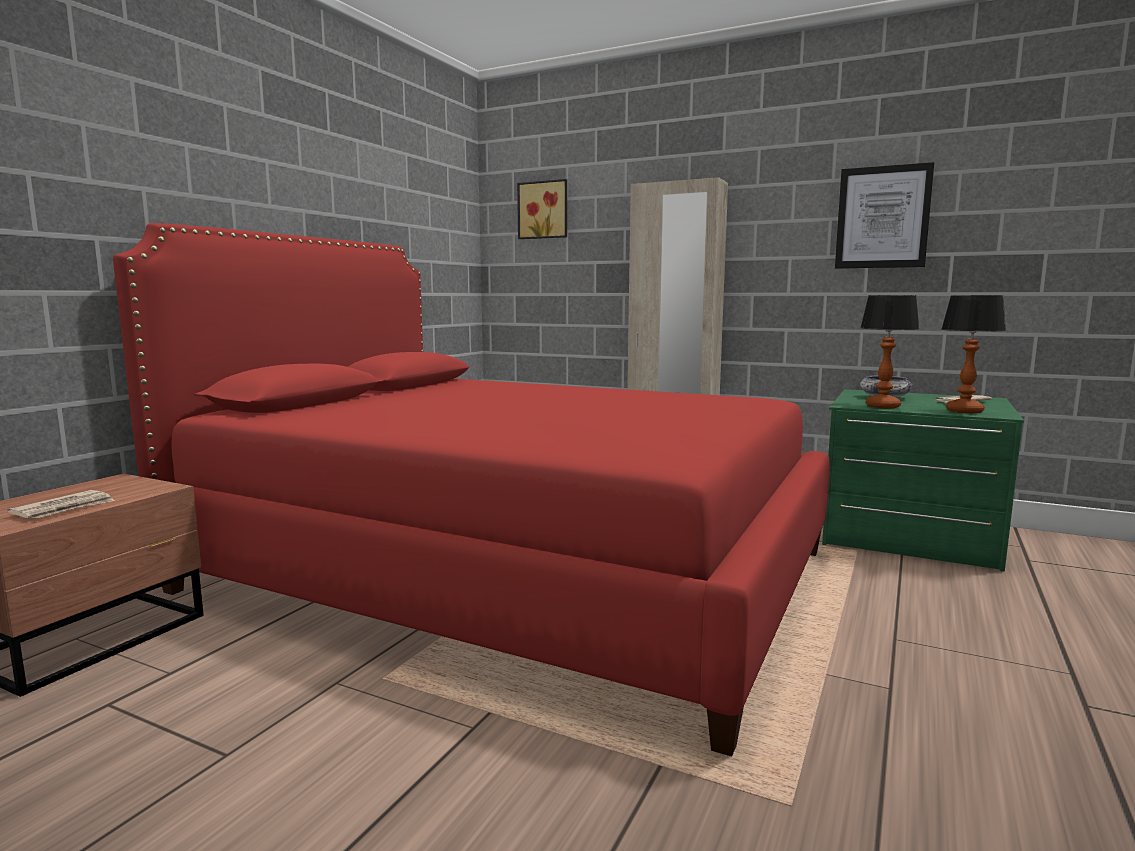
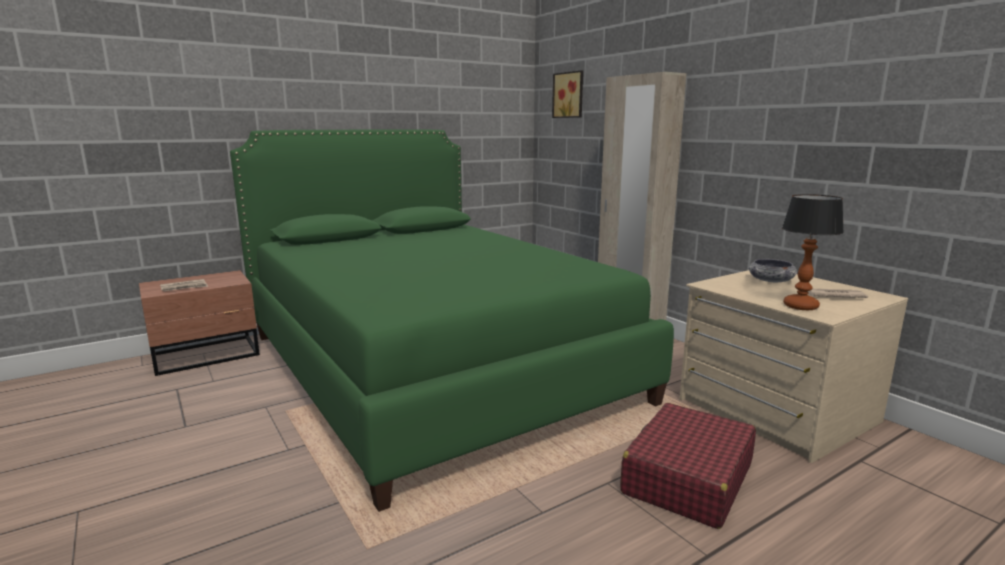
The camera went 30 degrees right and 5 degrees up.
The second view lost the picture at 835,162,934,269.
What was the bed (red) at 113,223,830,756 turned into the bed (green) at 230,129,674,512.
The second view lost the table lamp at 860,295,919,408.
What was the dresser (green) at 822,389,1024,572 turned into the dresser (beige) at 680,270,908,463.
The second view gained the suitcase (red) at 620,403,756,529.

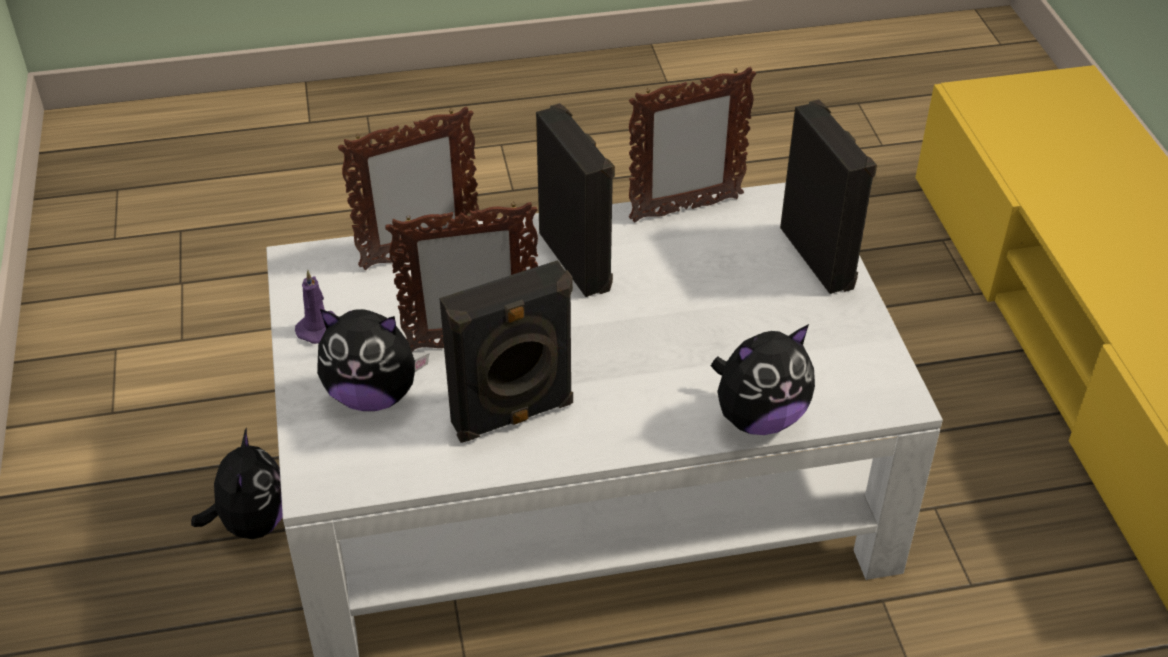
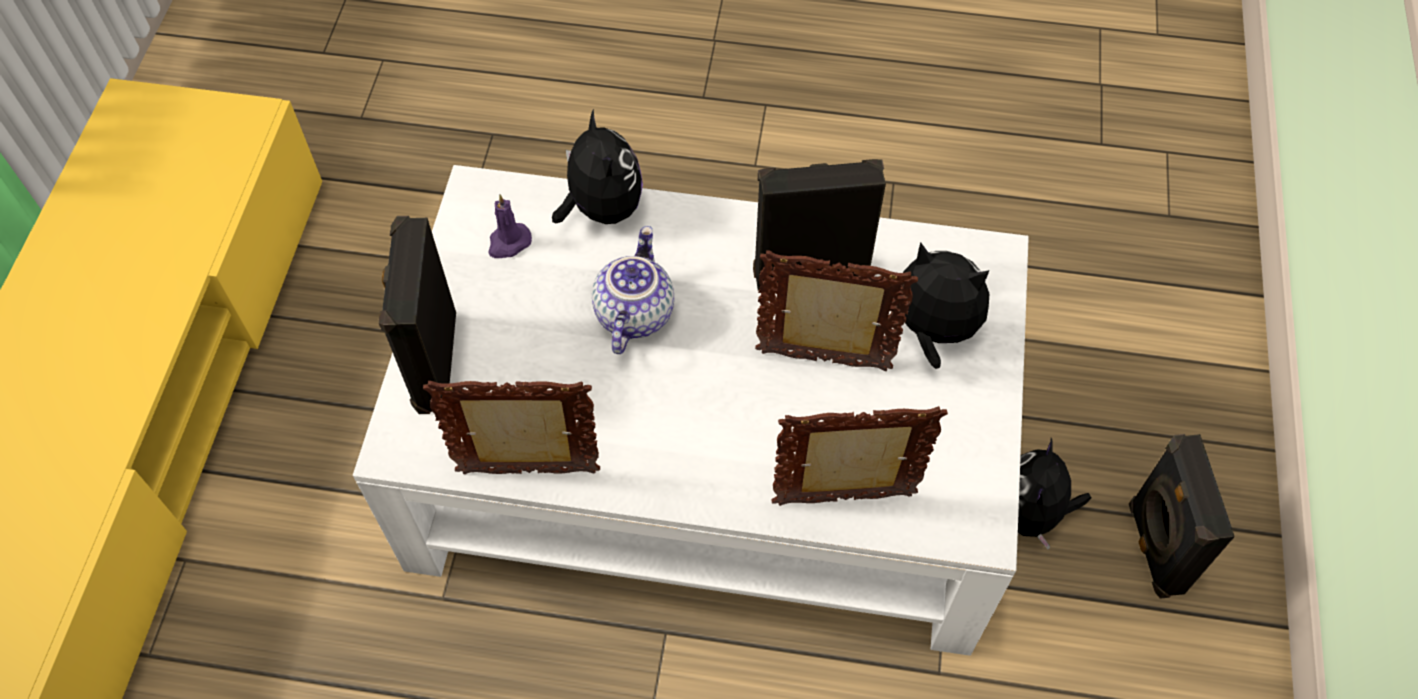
The camera went 160 degrees left and 15 degrees up.
The speaker (black) ended up elsewhere, having gone from 536,103,615,297 to 1129,434,1235,599.
The candle (purple) ended up elsewhere, having gone from 295,270,336,344 to 488,194,532,258.
The plush toy at 711,324,815,435 ended up facing another way, 75 degrees clockwise from before.
The second view gained the teapot at 592,226,674,354.

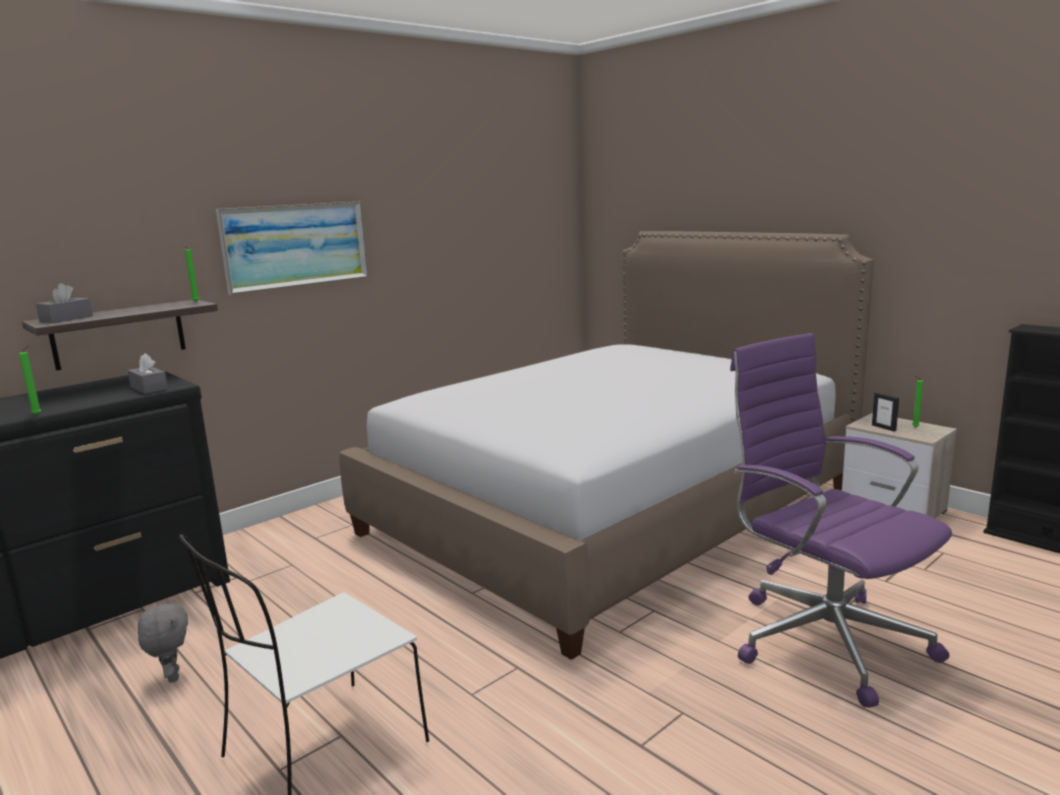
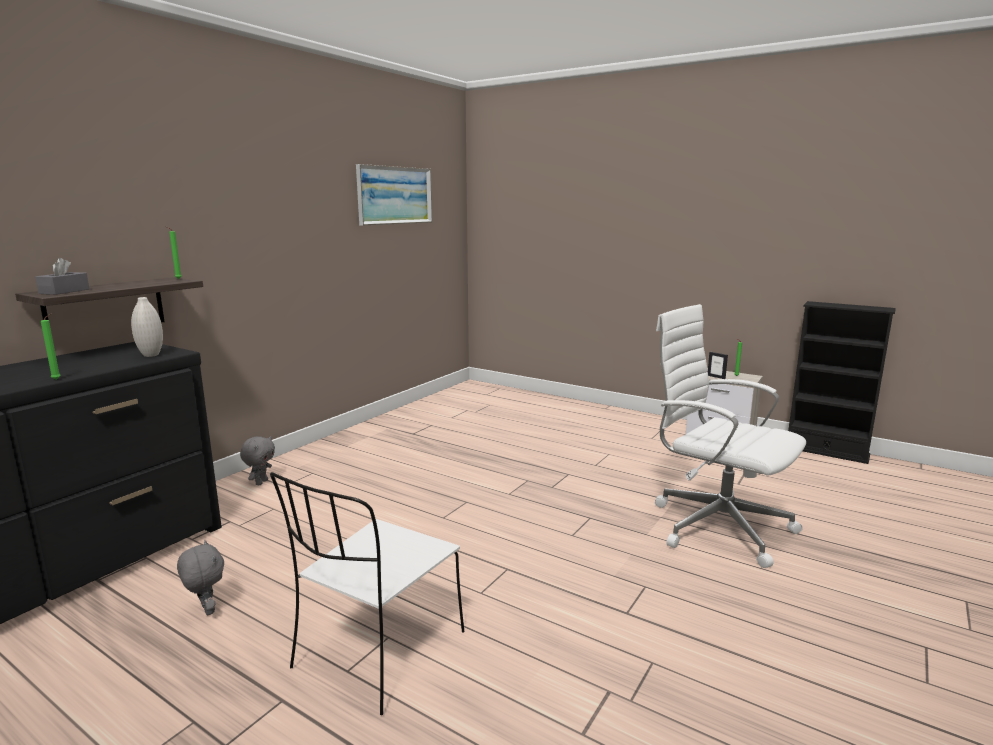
The camera went 15 degrees left and 0 degrees up.
The picture ended up elsewhere, having gone from 216,202,368,295 to 356,164,432,226.
The second view lost the bed at 339,231,874,660.
What was the office chair (purple) at 730,333,952,708 turned into the office chair (white) at 655,304,806,568.
Where the tissue box (grey) stood at 128,353,168,394, the vase (white) came to stand at 131,297,163,357.
The second view gained the plush toy (grey) at 240,436,275,485.

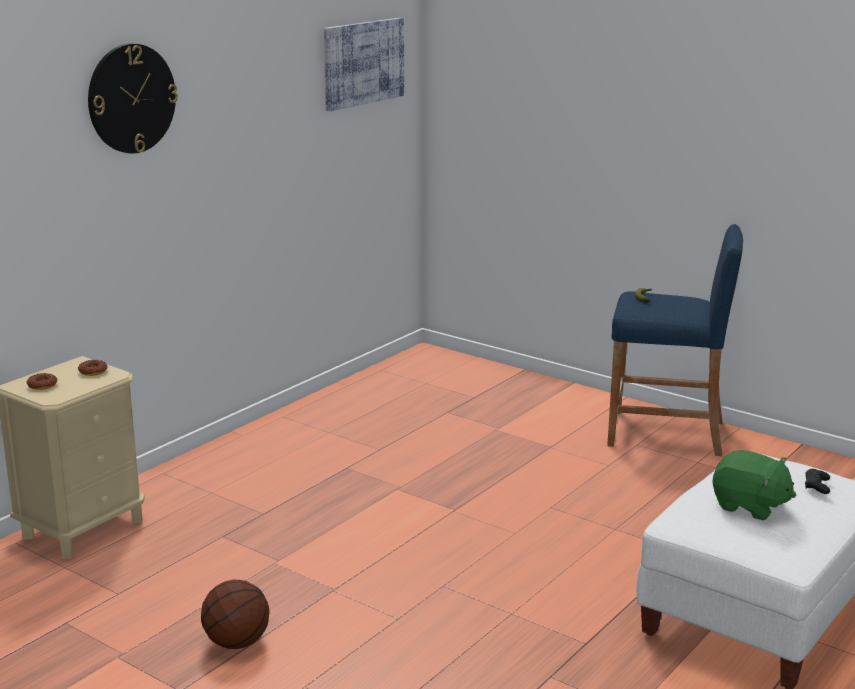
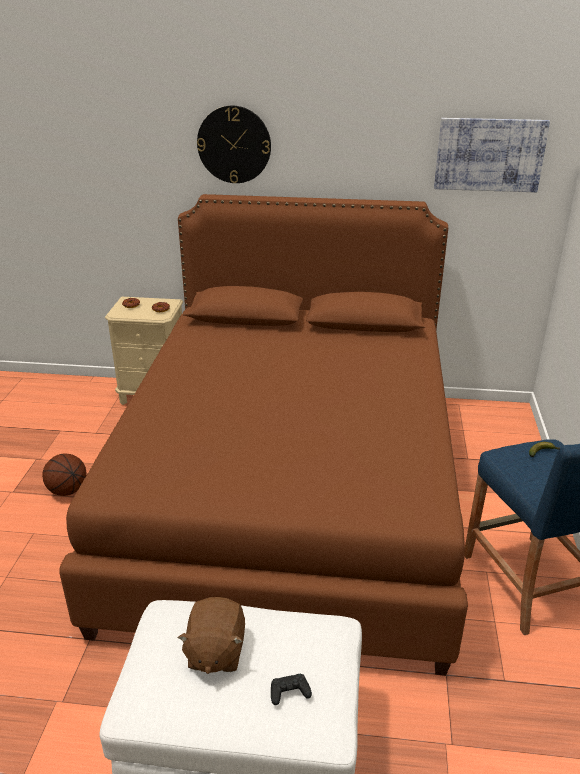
The camera went 60 degrees right and 10 degrees up.
What was the plush toy (green) at 712,450,796,520 turned into the plush toy (brown) at 178,597,245,674.
The second view gained the bed (brown) at 59,194,468,676.

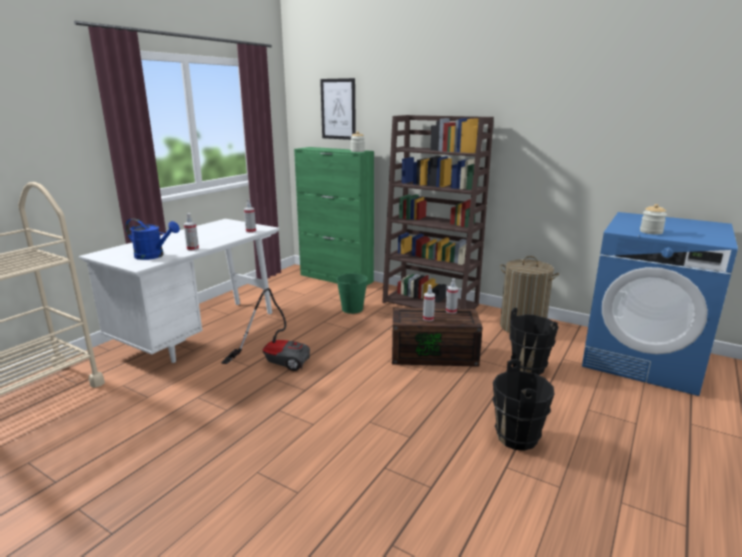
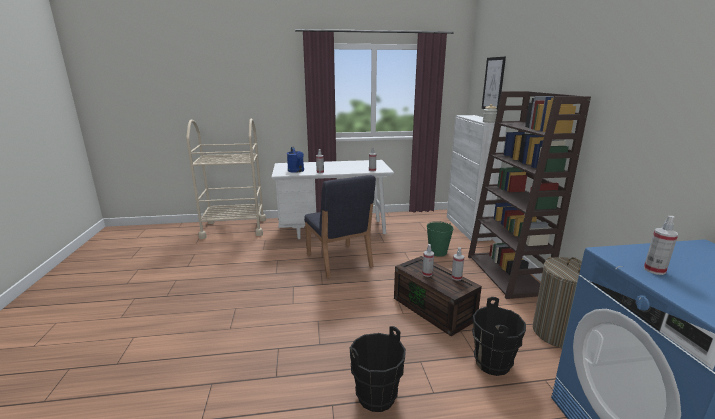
The camera went 50 degrees right and 0 degrees up.
What was the cabinet (green) at 294,147,374,285 turned into the cabinet (white) at 447,115,506,241.
Where the jar stood at 640,204,667,235, the spray bottle came to stand at 644,216,678,275.
Where the vacuum cleaner stood at 221,288,310,371, the chair (blue) came to stand at 304,175,376,278.

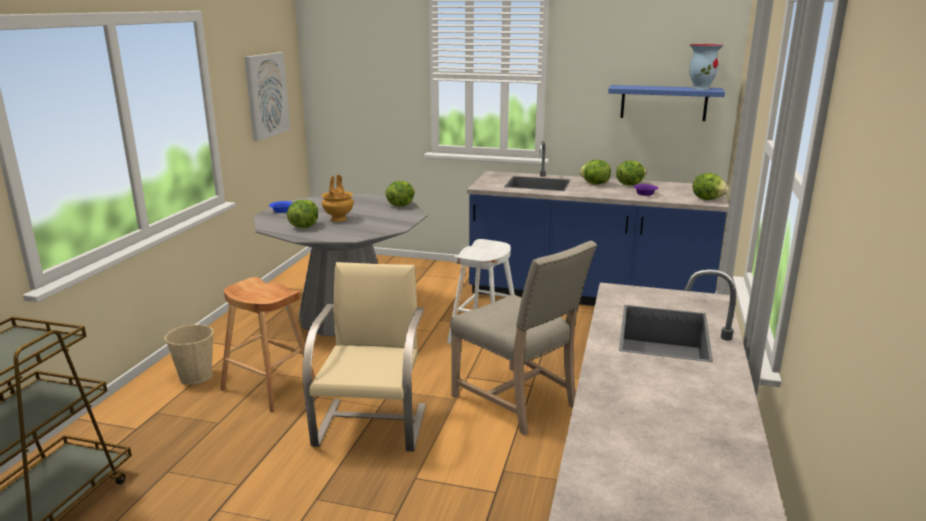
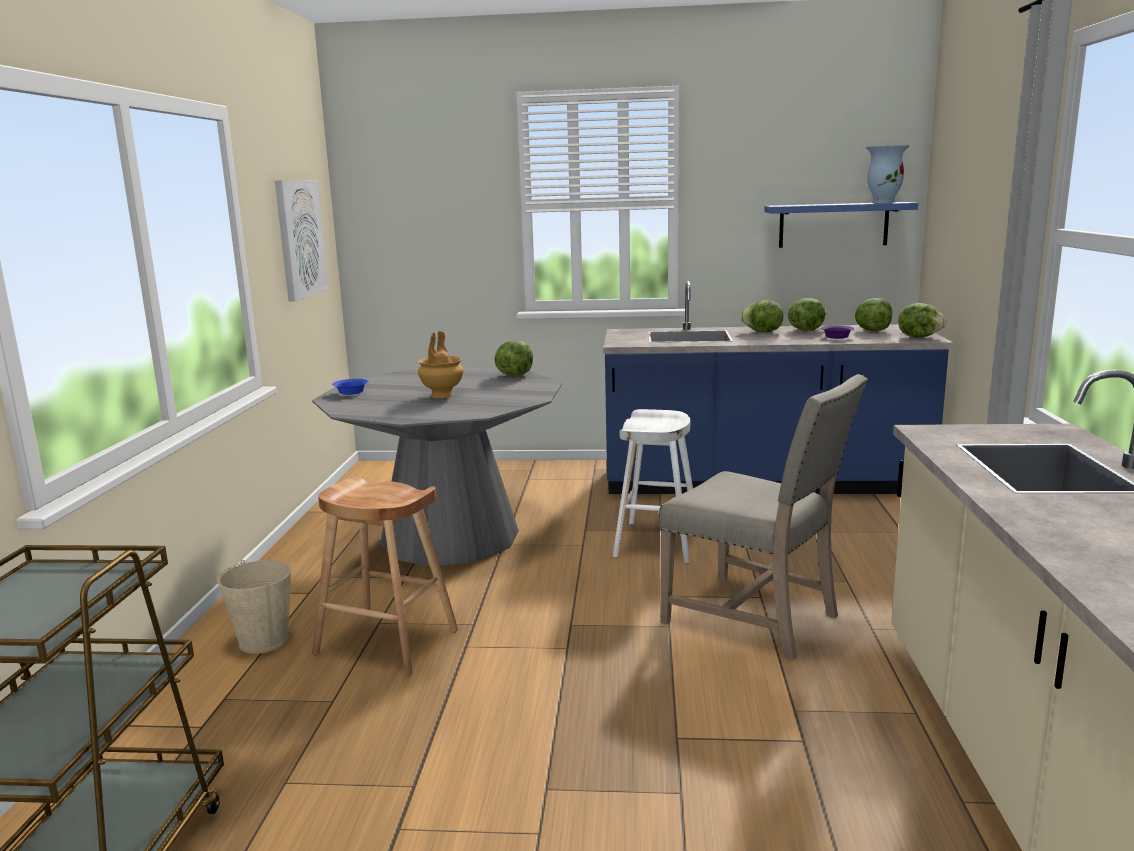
The camera went 10 degrees left and 5 degrees down.
The lettuce ended up elsewhere, having gone from 287,200,318,228 to 855,298,892,331.
The second view lost the chair (beige) at 302,262,426,452.

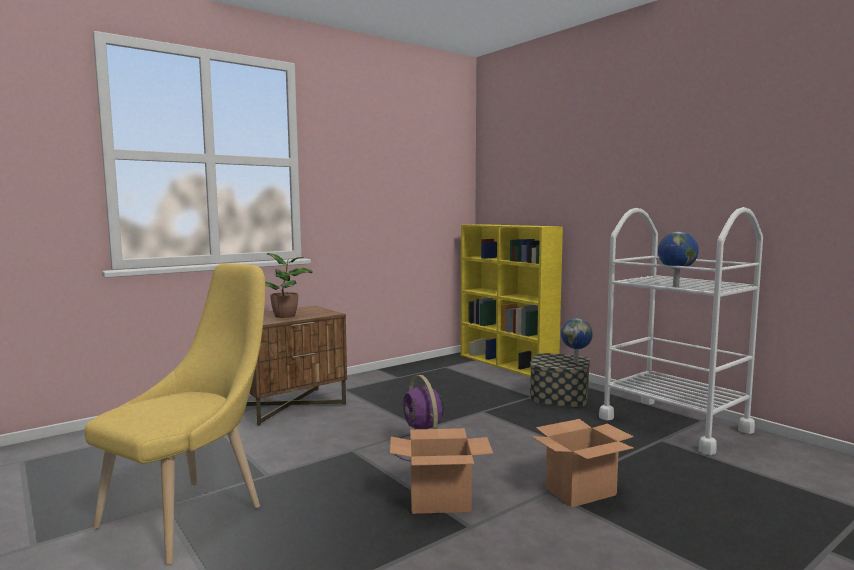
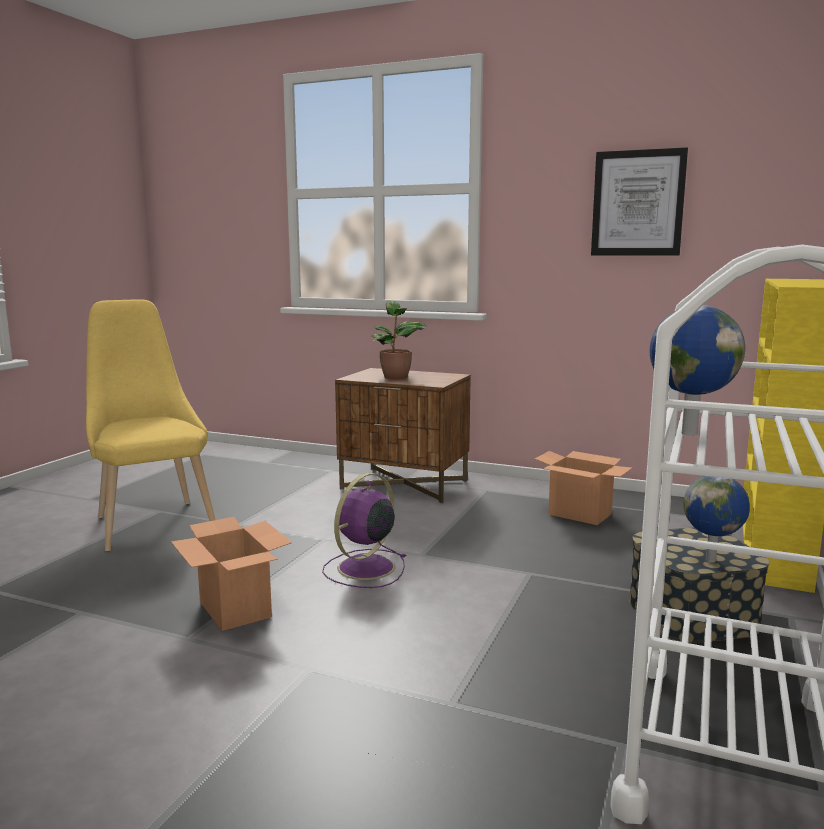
The camera went 60 degrees right and 5 degrees up.
The chair (yellow) at 85,263,265,565 ended up facing another way, 120 degrees counterclockwise from before.
The cardboard box ended up elsewhere, having gone from 531,419,634,508 to 535,451,632,525.
The second view gained the picture at 591,147,688,256.

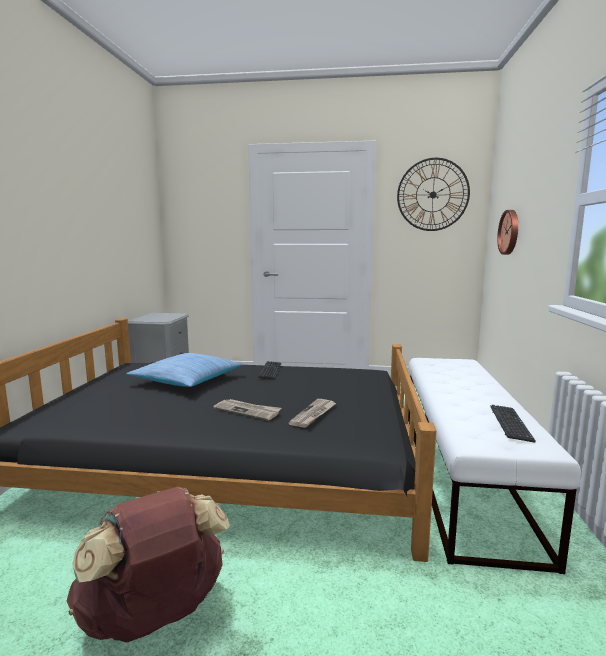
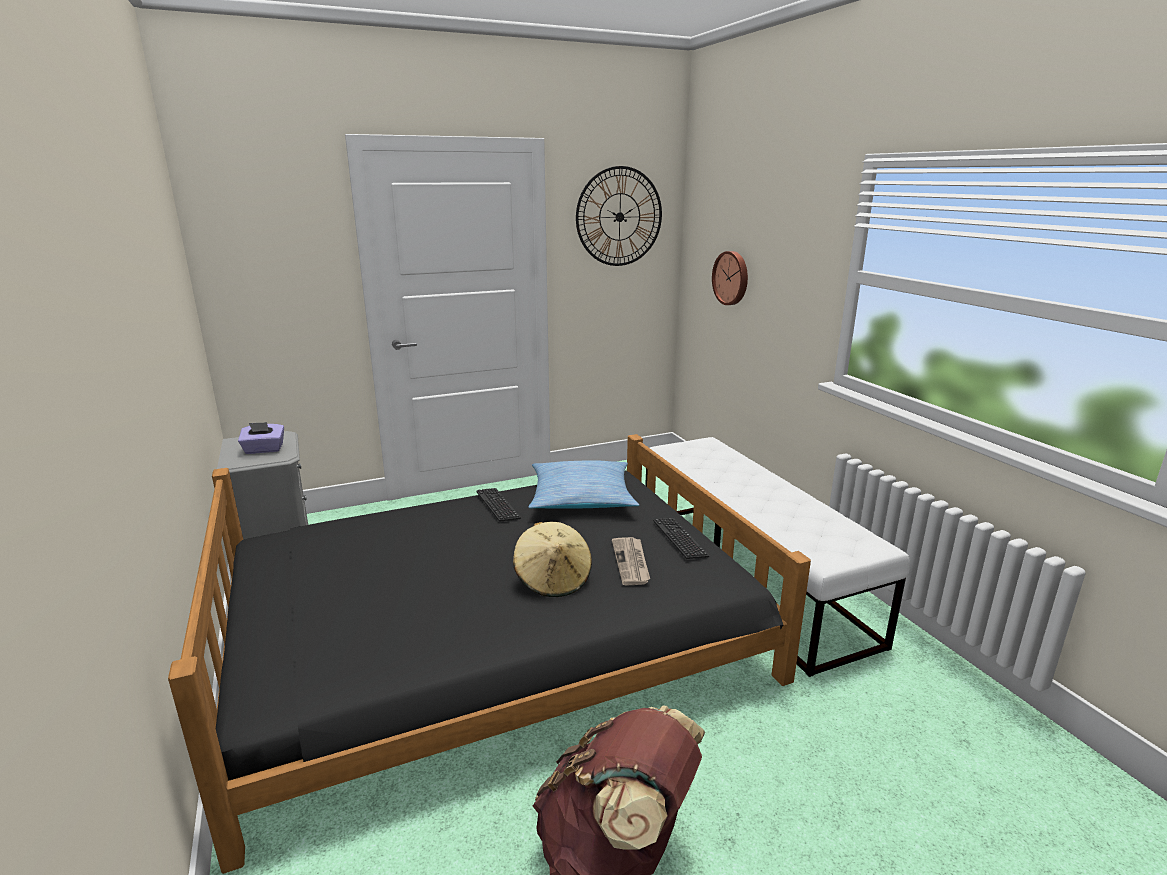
The camera went 30 degrees left and 10 degrees up.
The pillow ended up elsewhere, having gone from 126,353,242,387 to 528,460,639,509.
Where the newspaper stood at 214,399,281,421, the hat (beige) came to stand at 513,522,592,597.
The keyboard ended up elsewhere, having gone from 490,405,536,442 to 653,518,709,559.
The second view gained the tissue box (purple) at 238,422,284,454.

